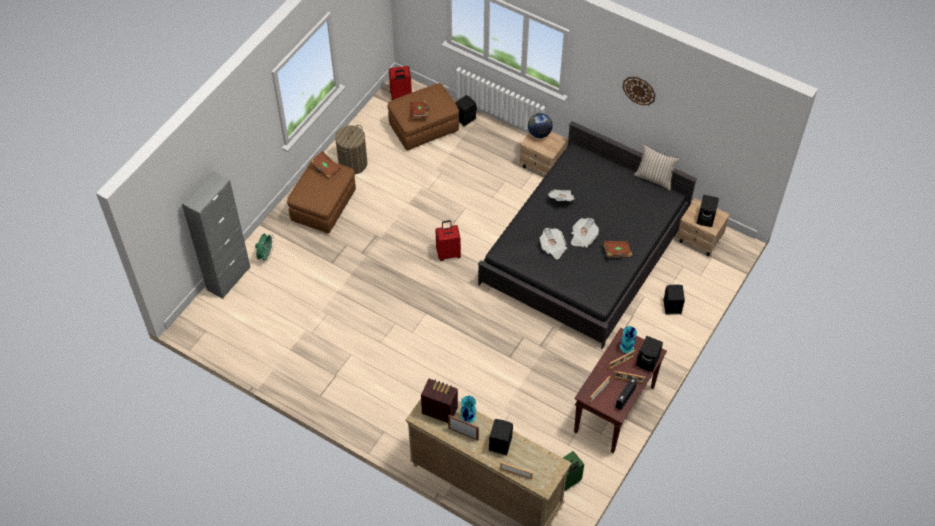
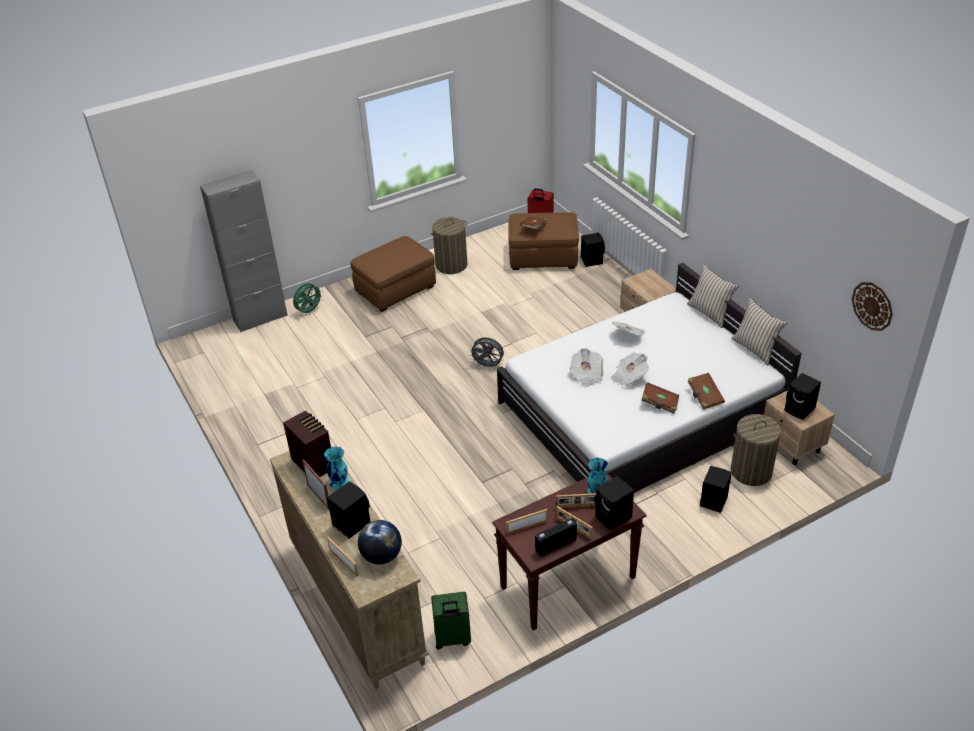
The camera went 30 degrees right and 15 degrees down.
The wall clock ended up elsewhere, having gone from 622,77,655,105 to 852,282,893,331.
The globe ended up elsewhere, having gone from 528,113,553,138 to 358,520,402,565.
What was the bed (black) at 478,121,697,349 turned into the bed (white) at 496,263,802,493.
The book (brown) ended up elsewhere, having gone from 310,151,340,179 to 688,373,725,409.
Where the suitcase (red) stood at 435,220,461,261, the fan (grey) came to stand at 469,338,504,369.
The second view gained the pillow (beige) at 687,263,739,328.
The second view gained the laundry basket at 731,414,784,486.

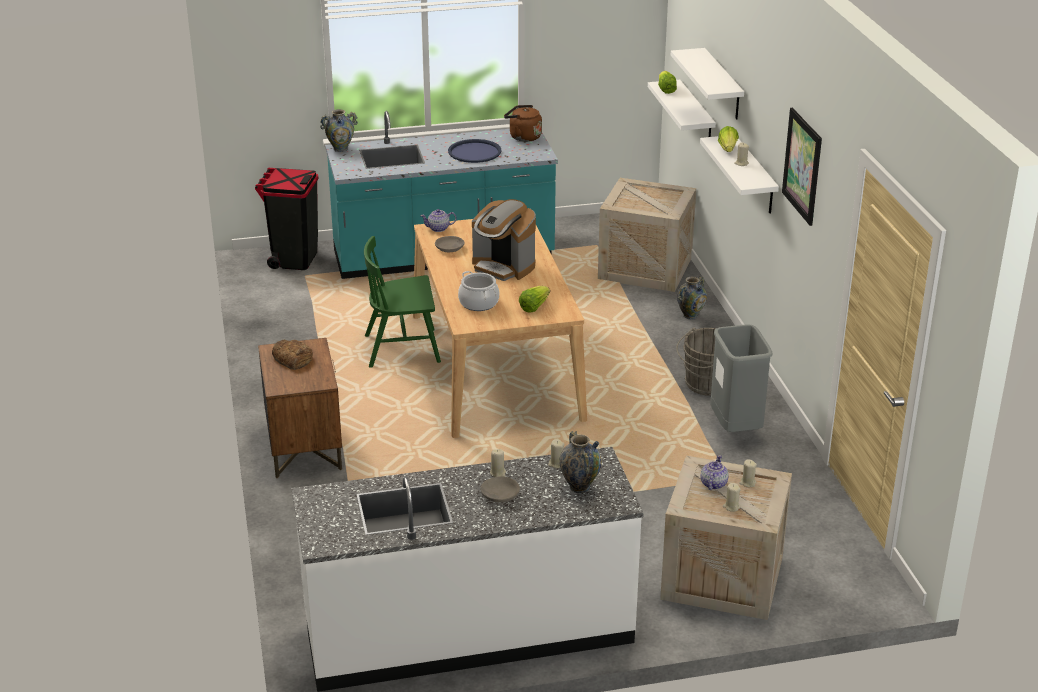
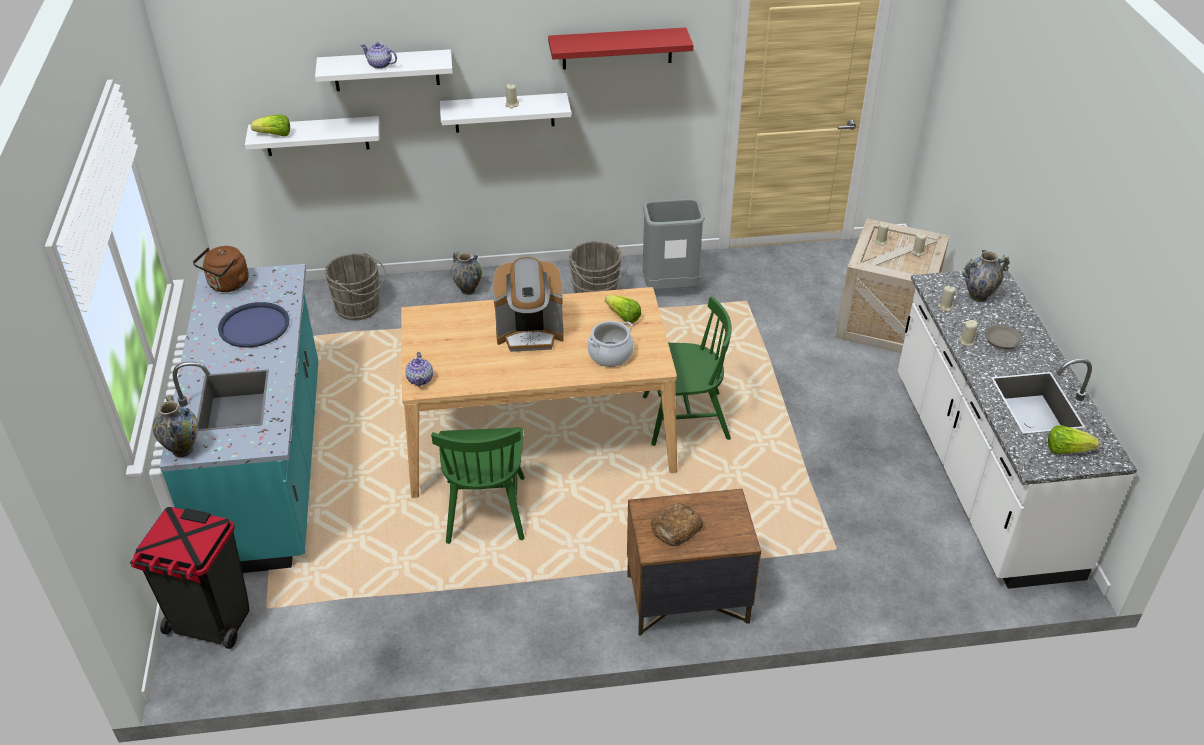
The camera went 85 degrees left and 10 degrees up.
Where the picture hung at 782,108,822,226, the shelf (red) came to hang at 548,28,694,70.
The lettuce ended up elsewhere, having gone from 718,126,739,152 to 1048,425,1099,454.
Where the crate stood at 598,178,696,292, the bucket (grey) came to stand at 325,253,386,321.
The coffee machine at 472,199,536,281 ended up facing another way, 45 degrees clockwise from before.
The second view lost the bowl (grey) at 435,236,465,252.
The teapot ended up elsewhere, having gone from 700,455,729,490 to 361,42,397,69.
The second view gained the chair (green) at 643,296,732,446.

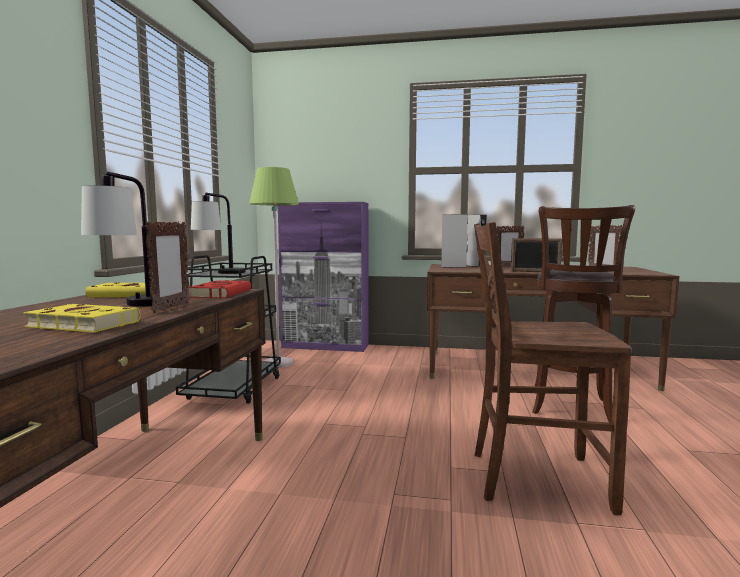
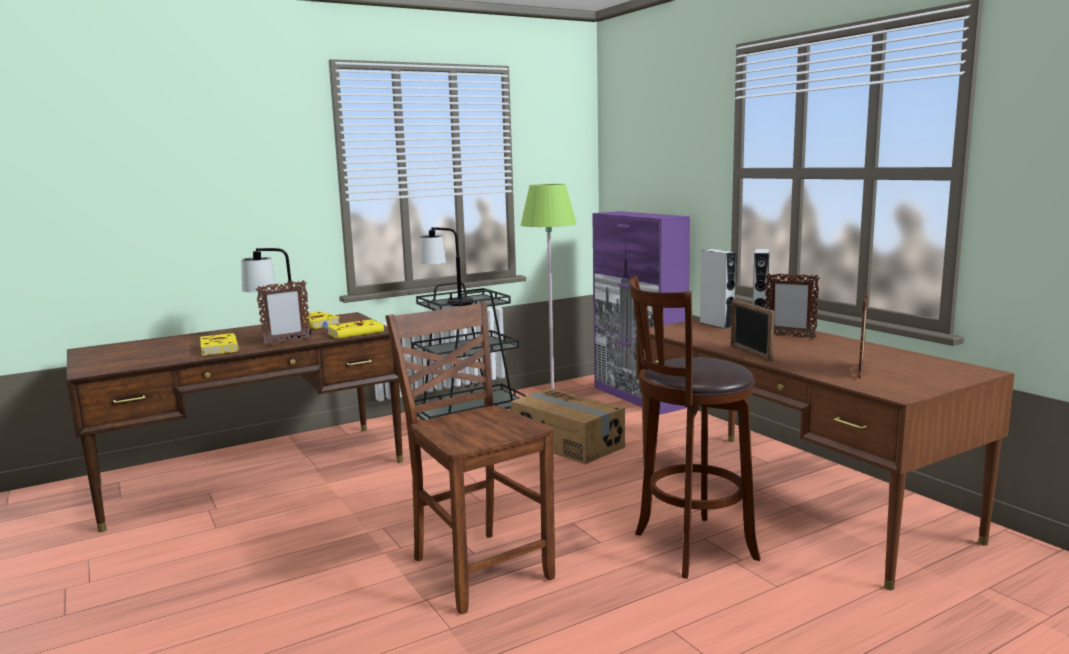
The camera went 50 degrees right and 5 degrees up.
What was the book (red) at 189,280,251,298 turned into the book (yellow) at 327,319,384,339.
The second view gained the cardboard box at 511,388,625,464.

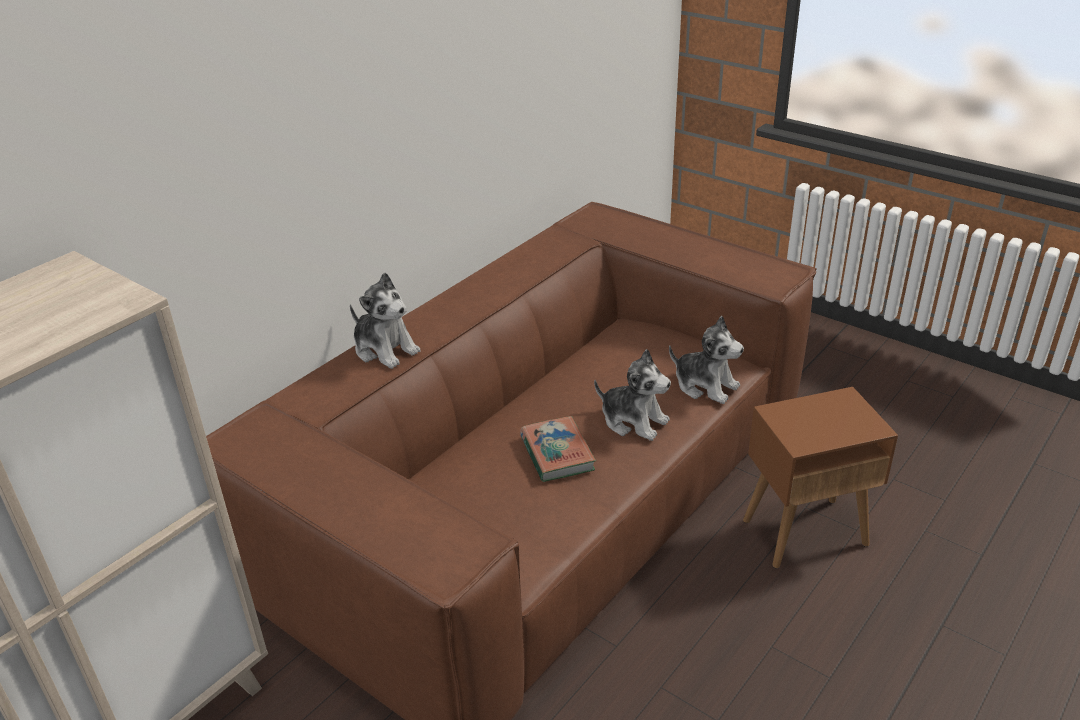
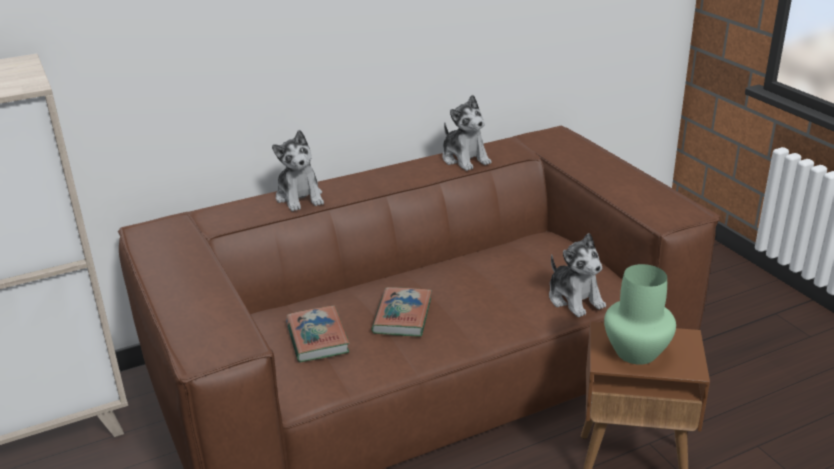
The camera went 25 degrees right and 5 degrees down.
The plush toy ended up elsewhere, having gone from 594,349,671,441 to 442,95,491,171.
The second view gained the vase (green) at 604,264,676,365.
The second view gained the book at 286,306,350,362.

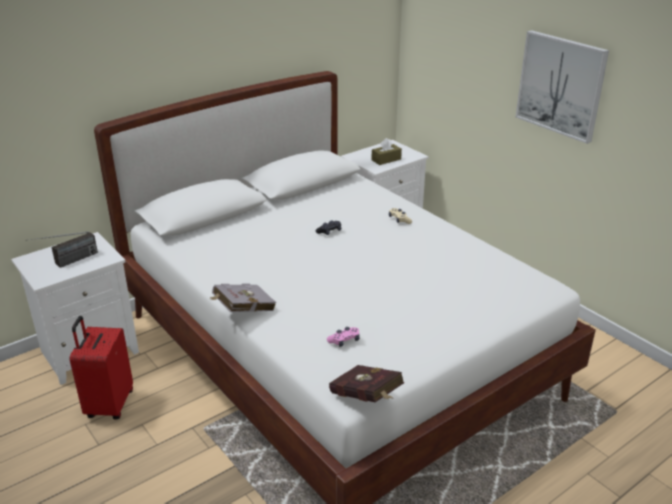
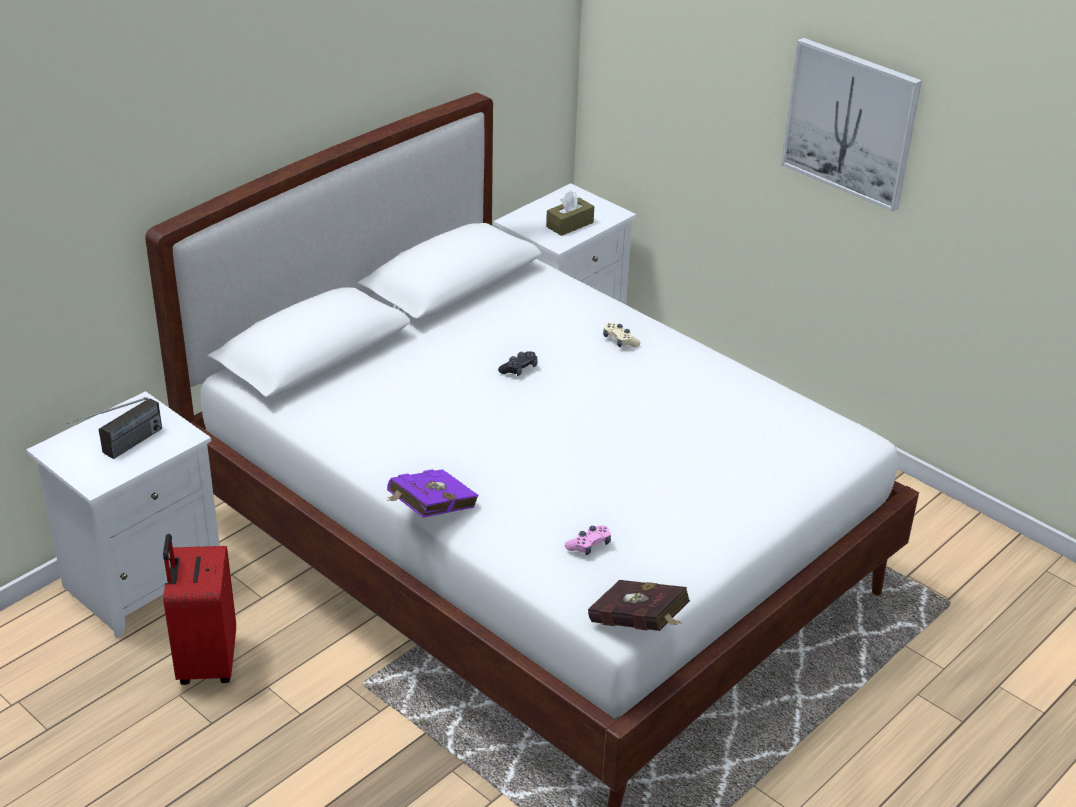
The camera went 10 degrees left and 5 degrees up.
What was the book (grey) at 210,284,276,312 turned into the book (purple) at 387,469,479,518.

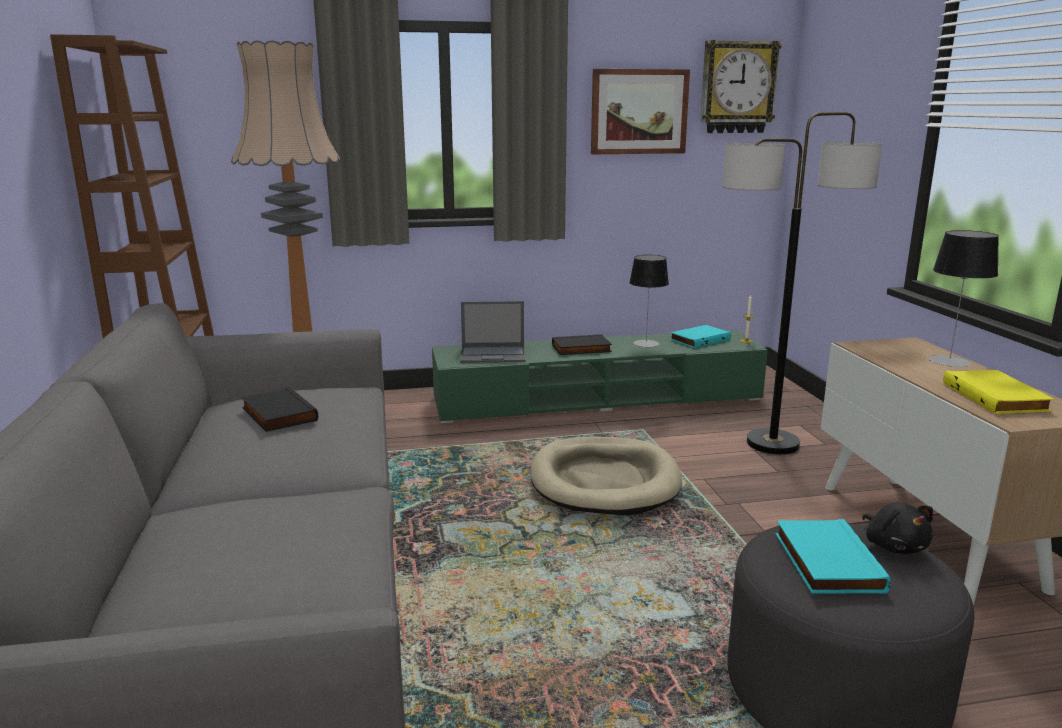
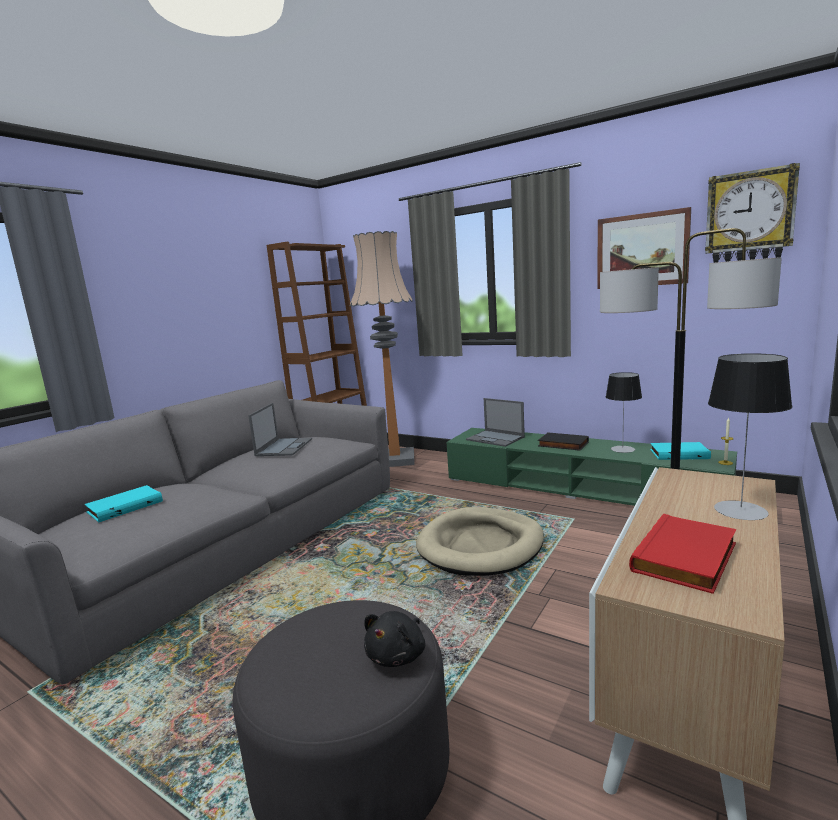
The camera went 45 degrees right and 5 degrees down.
What was the book (yellow) at 943,370,1054,414 turned into the book (red) at 629,514,737,594.
Where the book (black) stood at 241,387,318,432, the laptop came to stand at 248,403,312,456.
The book (turquoise) ended up elsewhere, having gone from 775,519,891,594 to 85,485,163,522.

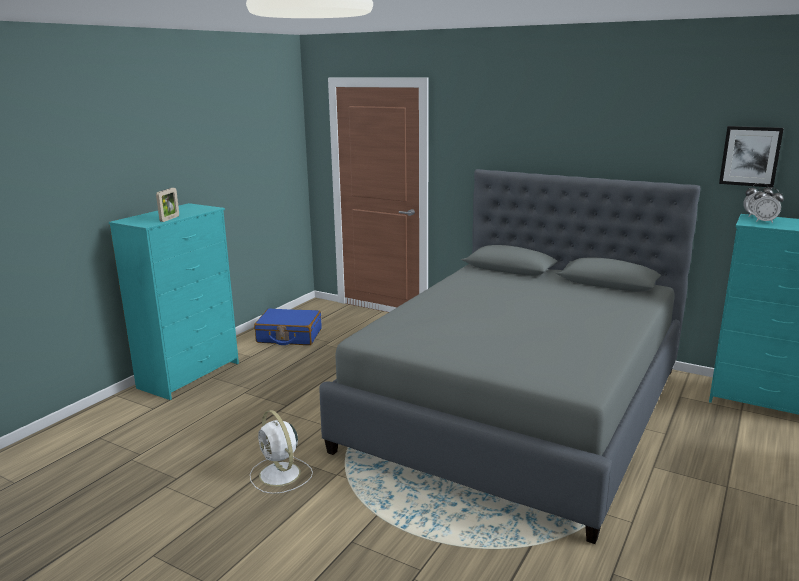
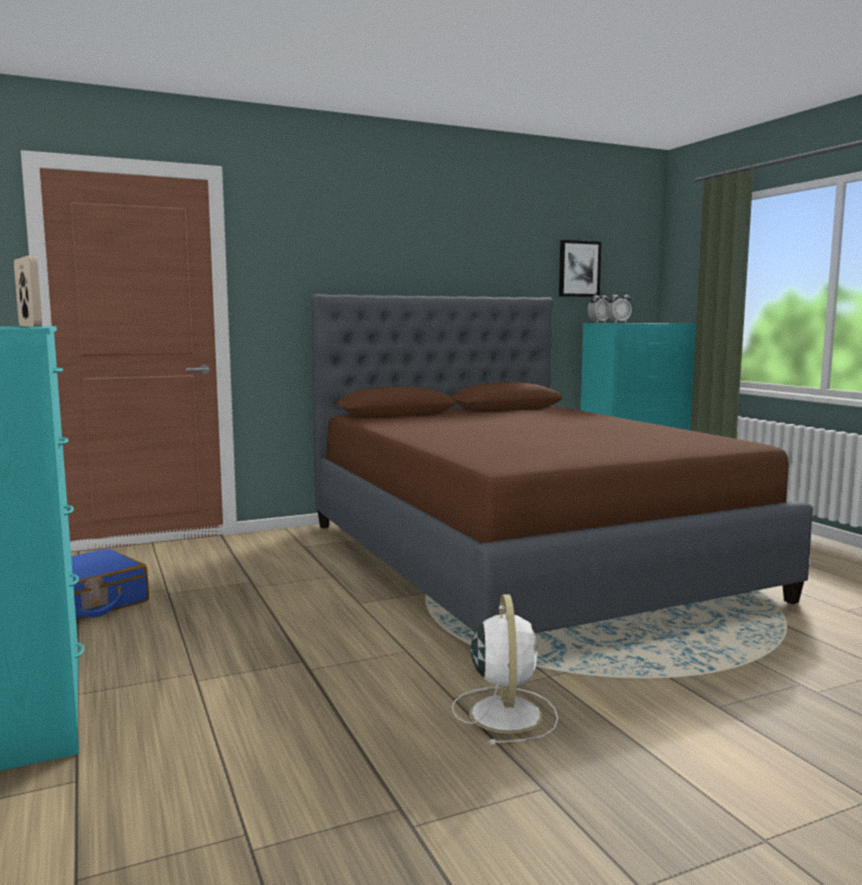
The camera went 55 degrees left and 10 degrees down.
What was the bed (grey) at 319,169,700,544 turned into the bed (brown) at 311,294,813,633.
The fan (white) at 250,410,313,494 ended up facing another way, 90 degrees counterclockwise from before.

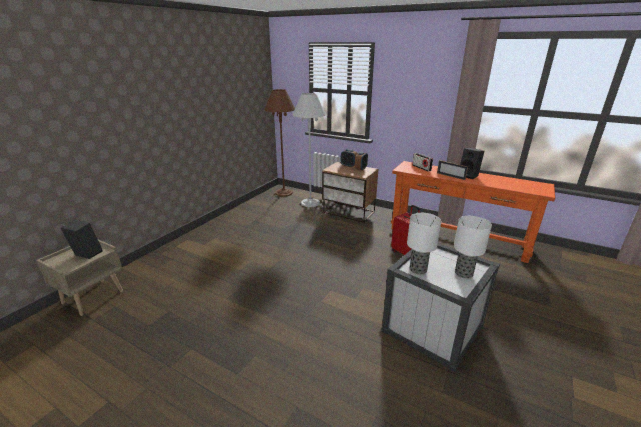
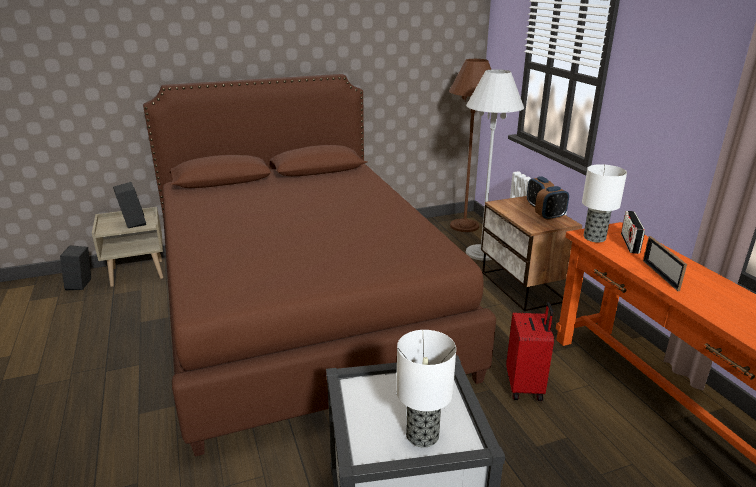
The camera went 40 degrees right and 0 degrees up.
The speaker (black) ended up elsewhere, having gone from 460,148,485,179 to 60,245,91,290.
The table lamp ended up elsewhere, having gone from 407,213,442,275 to 582,164,627,242.
The second view gained the bed (brown) at 143,74,496,457.

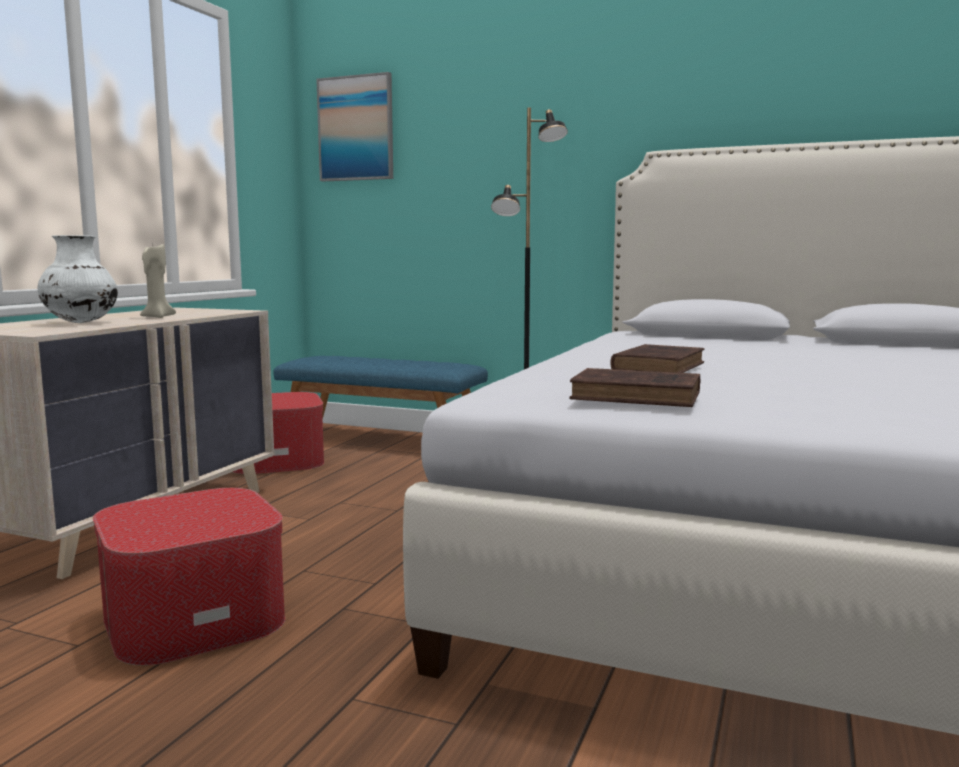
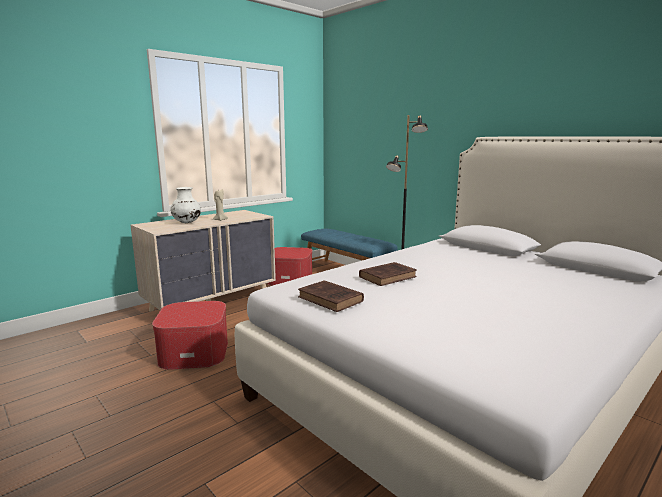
The camera went 25 degrees right and 5 degrees up.
The second view lost the picture at 316,72,393,182.

